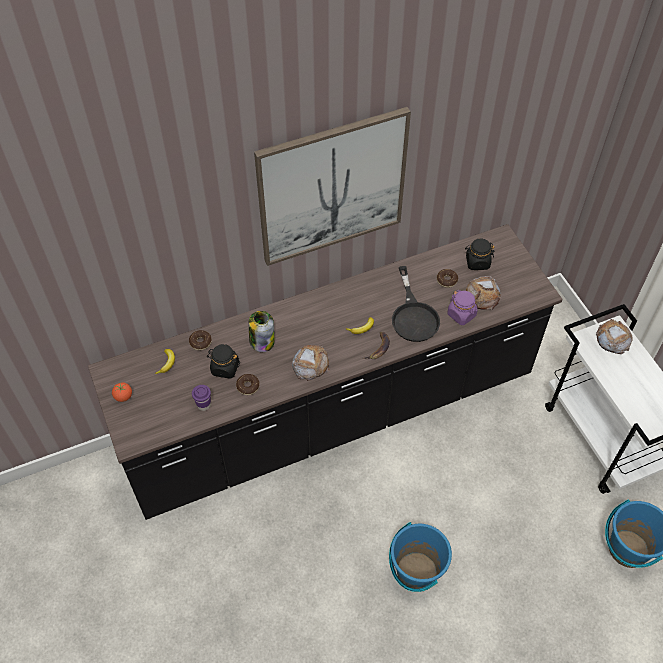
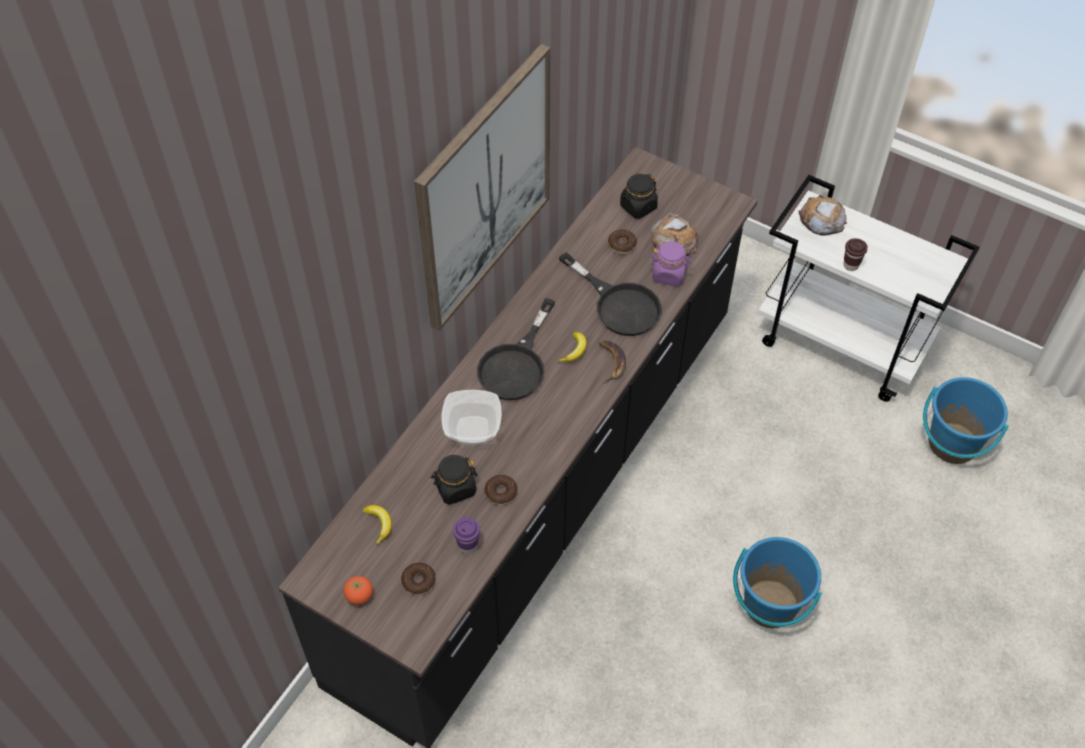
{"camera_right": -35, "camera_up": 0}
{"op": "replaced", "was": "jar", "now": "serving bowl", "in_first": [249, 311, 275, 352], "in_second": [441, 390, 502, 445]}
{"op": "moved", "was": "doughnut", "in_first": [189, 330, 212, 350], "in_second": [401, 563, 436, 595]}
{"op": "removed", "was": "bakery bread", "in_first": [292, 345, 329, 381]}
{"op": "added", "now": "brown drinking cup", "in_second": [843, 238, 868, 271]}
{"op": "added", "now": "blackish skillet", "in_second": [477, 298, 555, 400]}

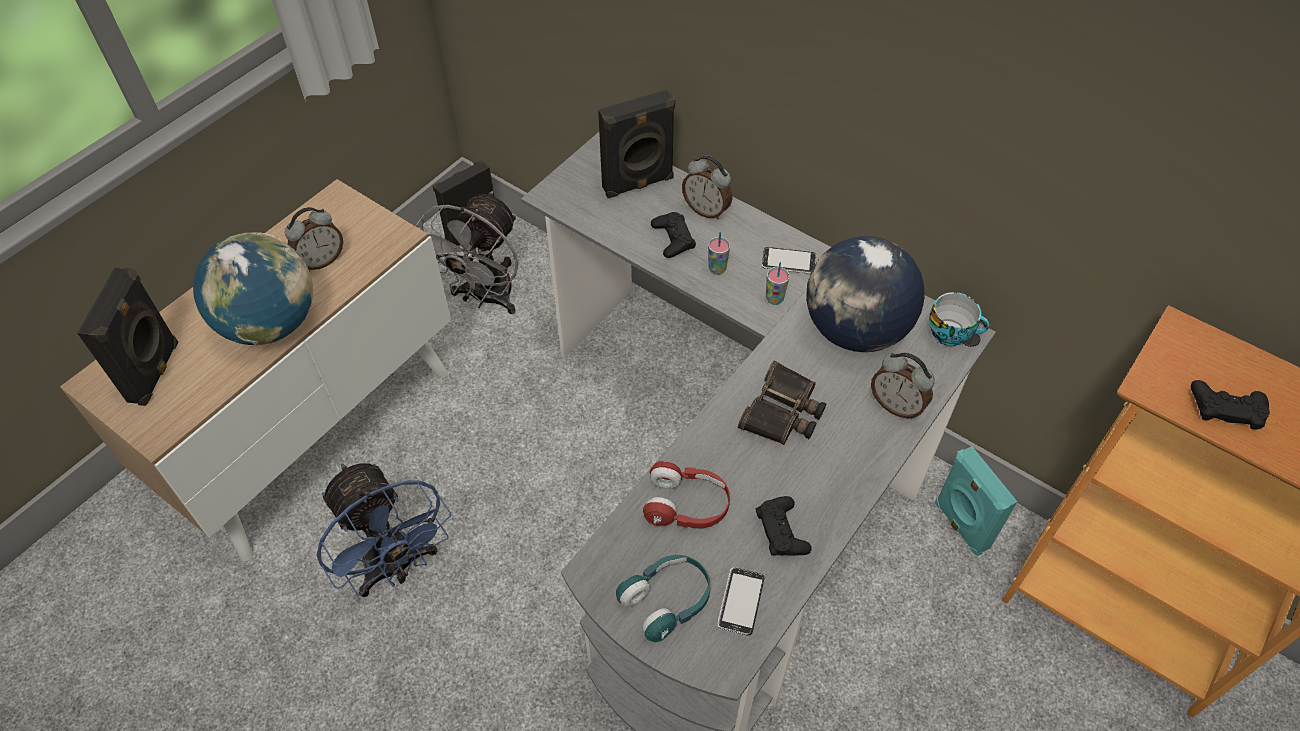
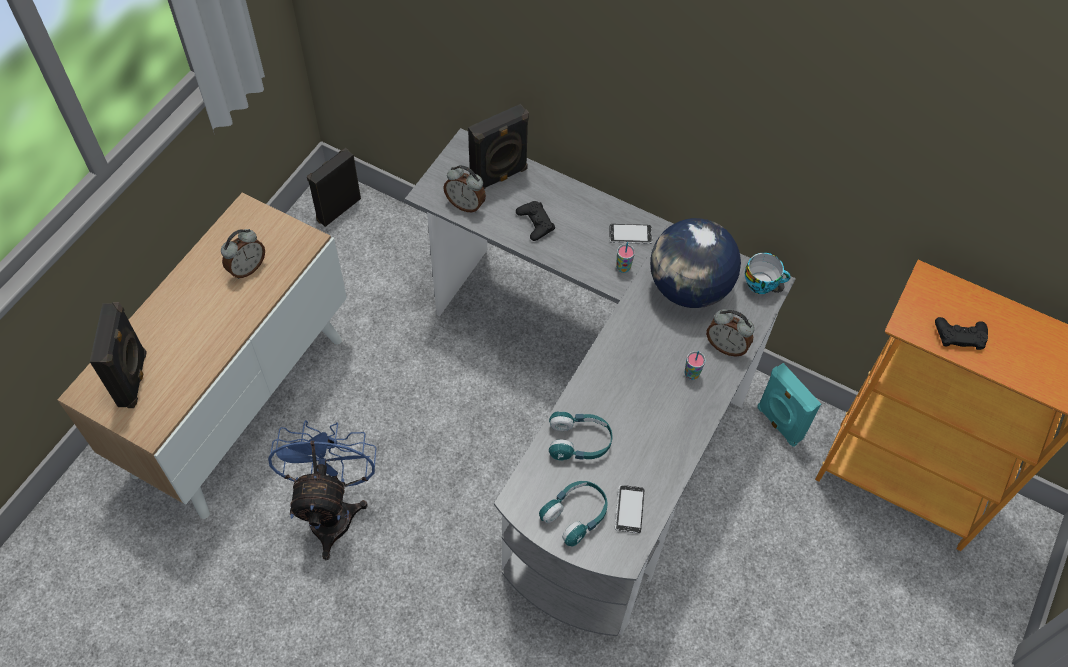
{"camera_right": -10, "camera_up": 5}
{"op": "moved", "was": "alarm clock", "in_first": [682, 155, 732, 220], "in_second": [443, 165, 486, 213]}
{"op": "removed", "was": "grey fan", "in_first": [415, 191, 518, 314]}
{"op": "removed", "was": "desk globe", "in_first": [193, 232, 313, 346]}
{"op": "moved", "was": "drinking cup", "in_first": [708, 232, 730, 275], "in_second": [685, 351, 706, 380]}
{"op": "removed", "was": "binoculars", "in_first": [738, 361, 827, 445]}
{"op": "recoloured", "was": "red-coloured headset", "now": "turquoise-coloured headset", "in_first": [643, 461, 730, 529], "in_second": [549, 411, 612, 461]}
{"op": "turned", "was": "bluish fan", "in_first": [317, 463, 451, 597], "in_second": [268, 420, 376, 560], "clockwise": -135}
{"op": "removed", "was": "blackish game controller", "in_first": [756, 496, 811, 556]}

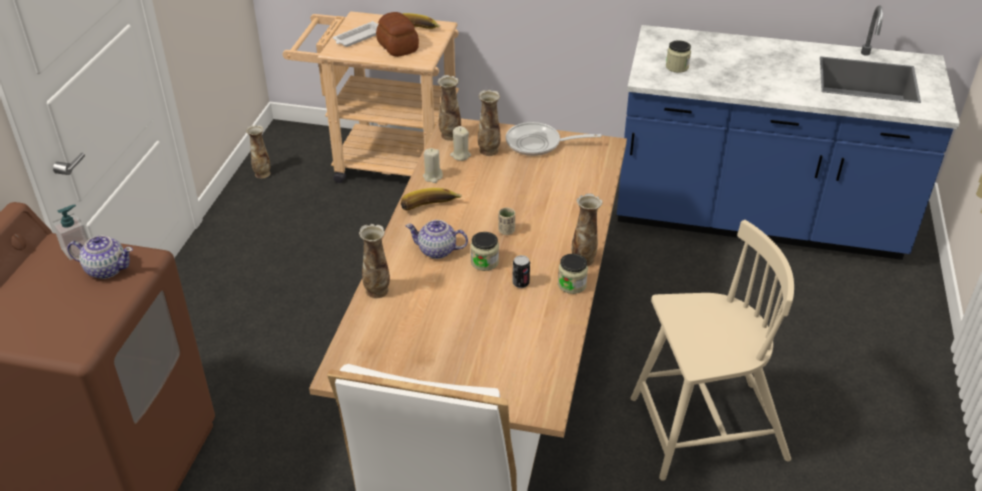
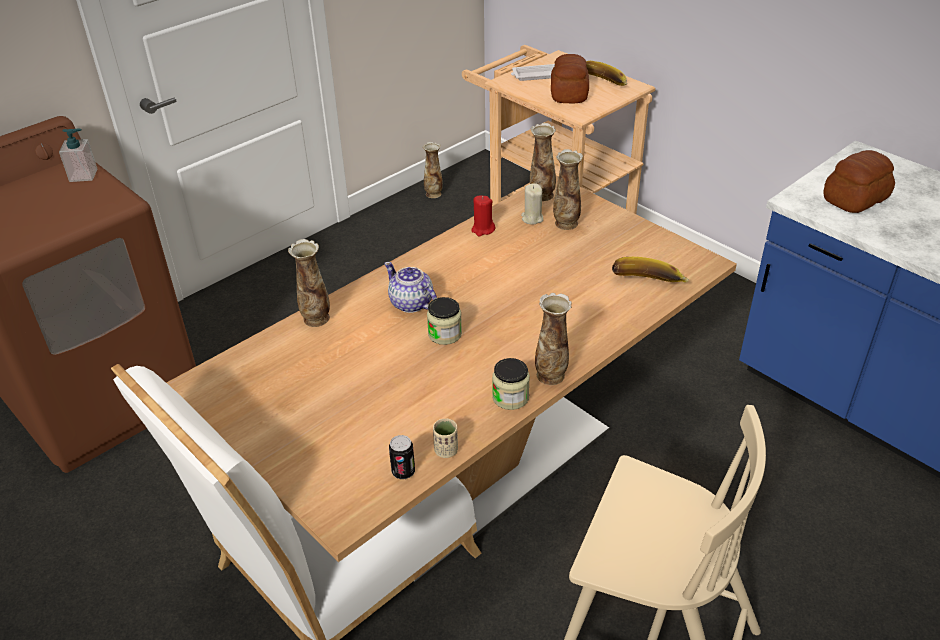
{"camera_right": 35, "camera_up": 0}
{"op": "replaced", "was": "jar", "now": "bakery bread", "in_first": [666, 40, 691, 73], "in_second": [823, 150, 895, 213]}
{"op": "removed", "was": "skillet", "in_first": [506, 122, 601, 156]}
{"op": "recoloured", "was": "sand-coloured candle", "now": "red-coloured candle", "in_first": [423, 148, 443, 183], "in_second": [471, 195, 495, 236]}
{"op": "moved", "was": "whole banana", "in_first": [401, 188, 462, 210], "in_second": [612, 257, 689, 283]}
{"op": "moved", "was": "sand-coloured drinking cup", "in_first": [498, 208, 515, 235], "in_second": [433, 418, 458, 458]}
{"op": "removed", "was": "teapot", "in_first": [68, 236, 133, 279]}
{"op": "moved", "was": "can", "in_first": [512, 255, 530, 288], "in_second": [389, 435, 415, 479]}

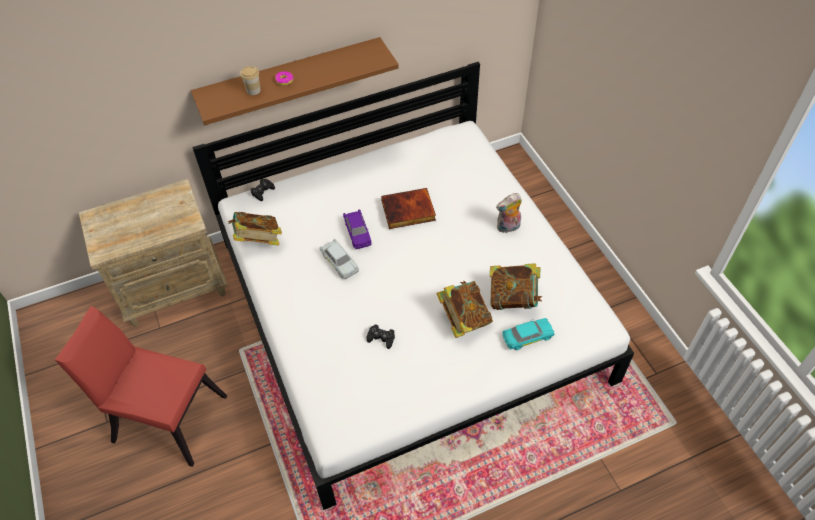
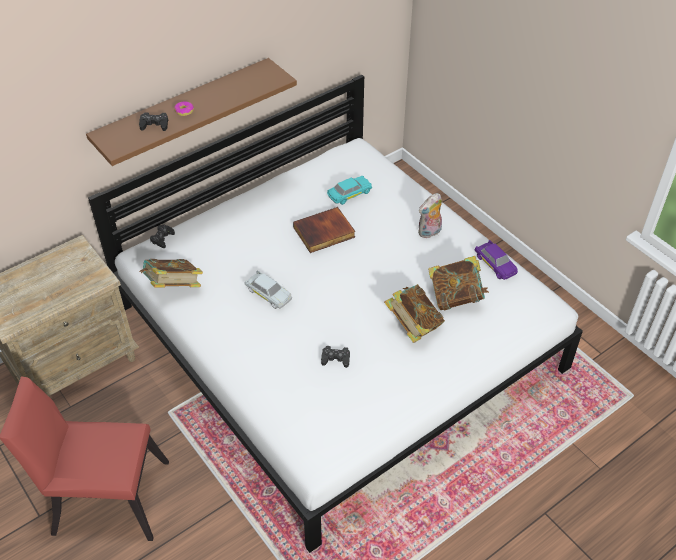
{"camera_right": -15, "camera_up": -5}
{"op": "replaced", "was": "drinking cup", "now": "blackish game controller", "in_first": [240, 66, 261, 95], "in_second": [139, 112, 169, 131]}
{"op": "moved", "was": "purplish model car", "in_first": [343, 210, 372, 249], "in_second": [475, 240, 518, 280]}
{"op": "moved", "was": "turquoise-coloured model car", "in_first": [502, 318, 555, 350], "in_second": [327, 176, 372, 205]}

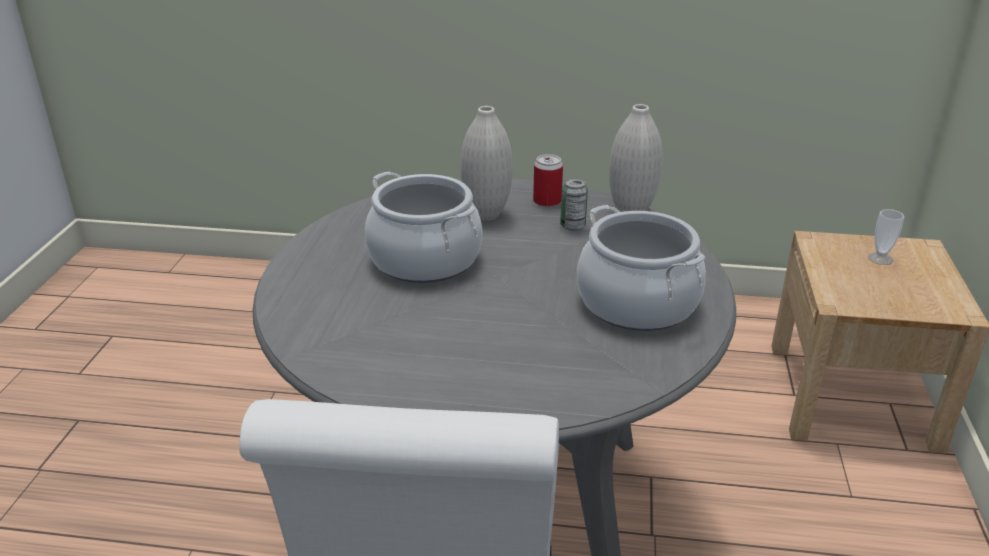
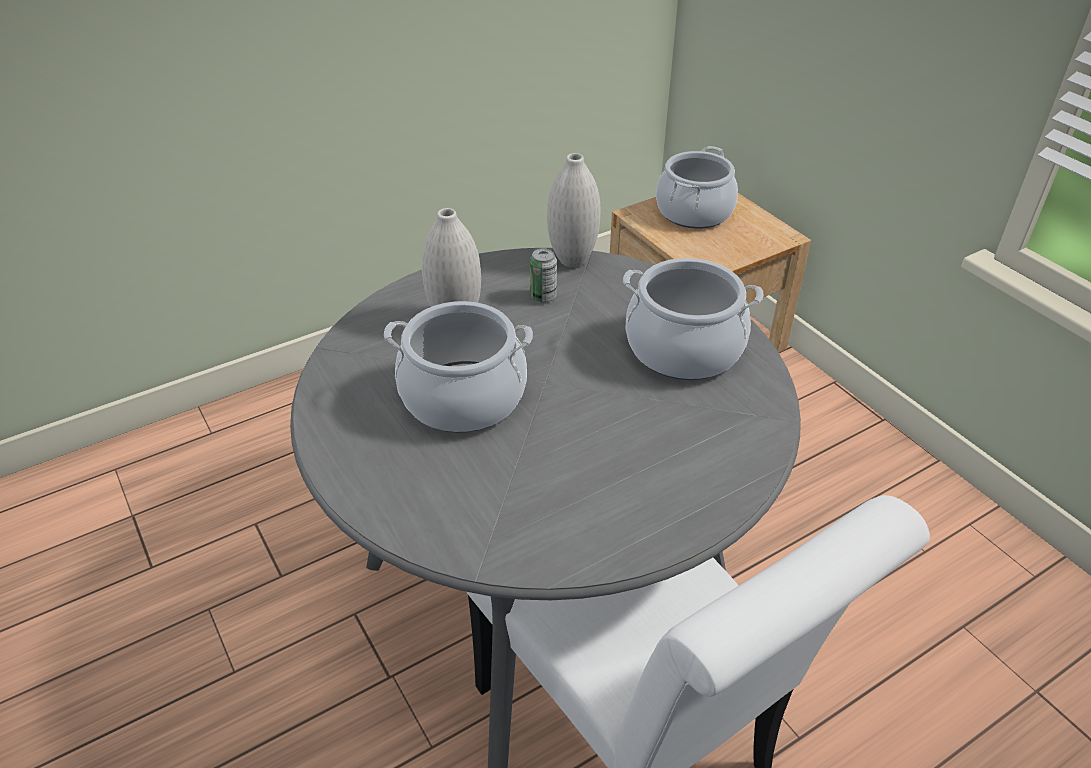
{"camera_right": -40, "camera_up": 10}
{"op": "removed", "was": "can", "in_first": [533, 154, 563, 207]}
{"op": "replaced", "was": "drinking cup", "now": "saucepot", "in_first": [868, 209, 904, 265], "in_second": [656, 146, 738, 228]}

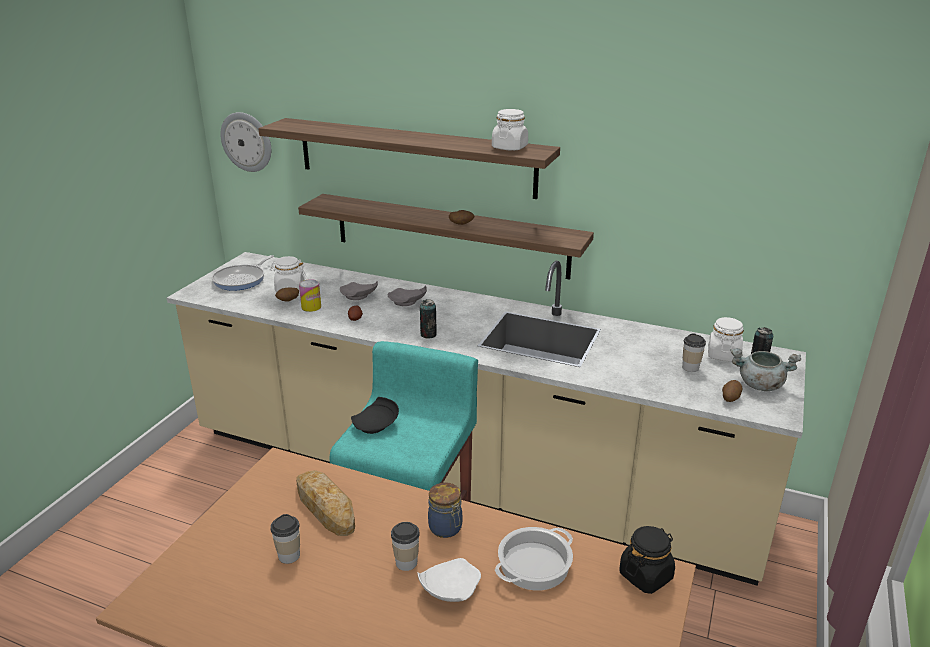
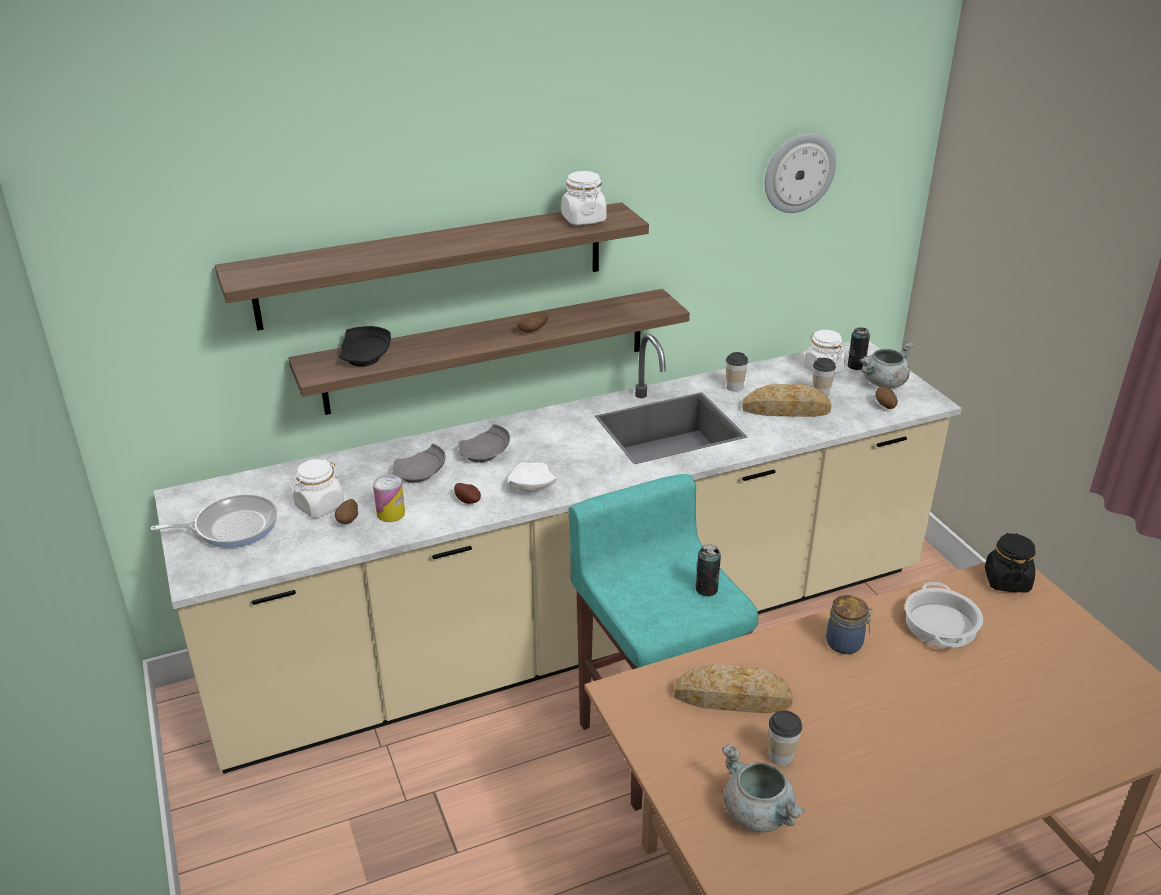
{"camera_right": -45, "camera_up": 5}
{"op": "moved", "was": "clock on the wall", "in_first": [220, 112, 271, 172], "in_second": [765, 133, 836, 213]}
{"op": "turned", "was": "skillet", "in_first": [212, 255, 274, 291], "in_second": [150, 494, 277, 548], "clockwise": -90}
{"op": "moved", "was": "can", "in_first": [420, 299, 437, 339], "in_second": [696, 544, 721, 596]}
{"op": "moved", "was": "blackish flat dish", "in_first": [351, 397, 399, 434], "in_second": [339, 326, 391, 366]}
{"op": "moved", "was": "drinking cup", "in_first": [391, 522, 420, 571], "in_second": [726, 352, 748, 392]}
{"op": "moved", "was": "white flat dish", "in_first": [418, 558, 481, 602], "in_second": [507, 462, 557, 492]}
{"op": "added", "now": "bakery bread", "in_second": [742, 384, 831, 417]}
{"op": "added", "now": "grey saucepot", "in_second": [722, 744, 805, 832]}

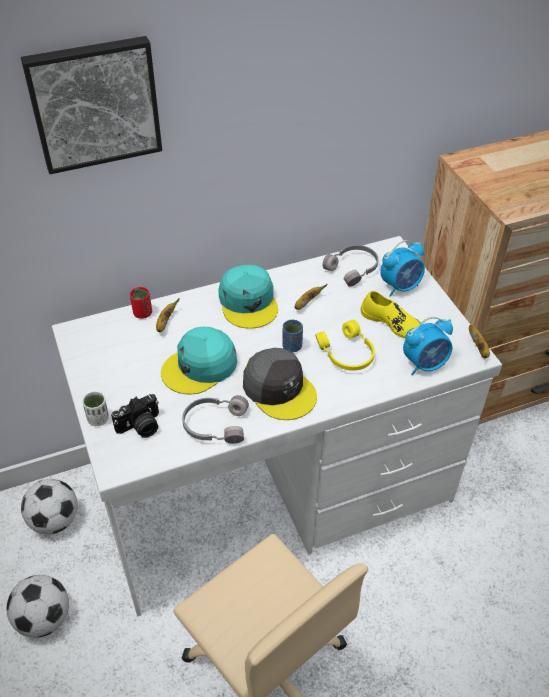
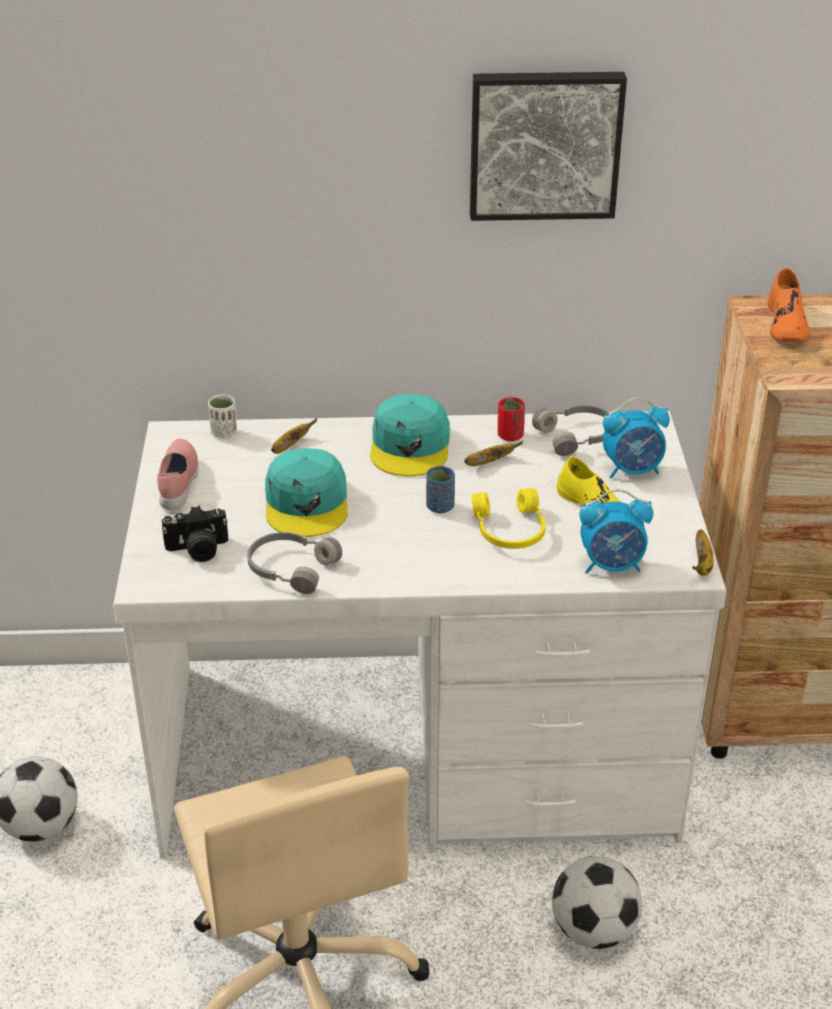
{"camera_right": 20, "camera_up": -10}
{"op": "moved", "was": "wall picture", "in_first": [21, 36, 162, 174], "in_second": [470, 72, 627, 221]}
{"op": "moved", "was": "red-coloured drinking cup", "in_first": [130, 287, 152, 319], "in_second": [498, 397, 525, 441]}
{"op": "turned", "was": "turquoise-coloured baseball cap", "in_first": [161, 327, 237, 394], "in_second": [265, 448, 348, 537], "clockwise": -75}
{"op": "removed", "was": "grey baseball cap", "in_first": [243, 348, 317, 420]}
{"op": "moved", "was": "white drinking cup", "in_first": [82, 391, 109, 426], "in_second": [208, 394, 237, 439]}
{"op": "moved", "was": "football ball", "in_first": [21, 479, 78, 534], "in_second": [552, 856, 642, 949]}
{"op": "added", "now": "orange low shoe", "in_second": [767, 268, 810, 341]}
{"op": "added", "now": "pinkish low shoe", "in_second": [157, 439, 199, 510]}

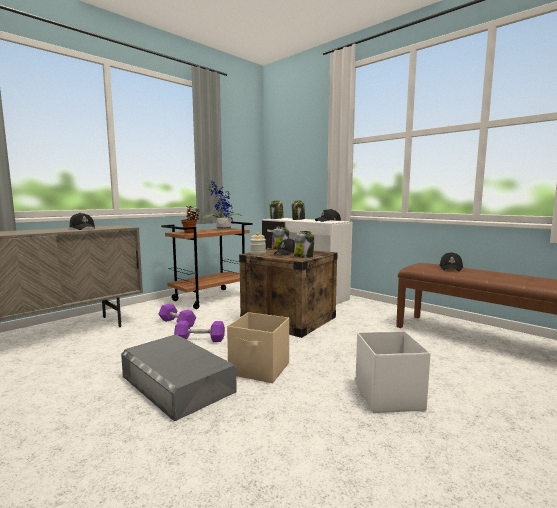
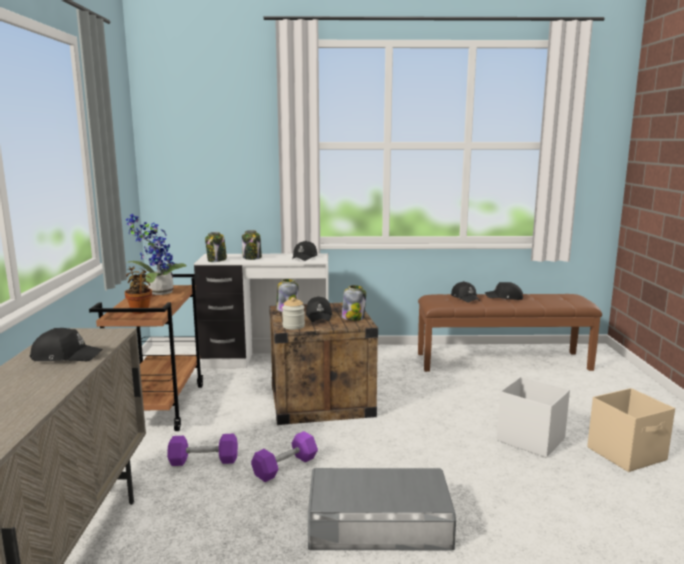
{"camera_right": -45, "camera_up": 5}
{"op": "moved", "was": "sand-coloured storage bin", "in_first": [227, 312, 289, 383], "in_second": [587, 388, 675, 472]}
{"op": "added", "now": "blackish baseball cap", "in_second": [485, 282, 523, 300]}

